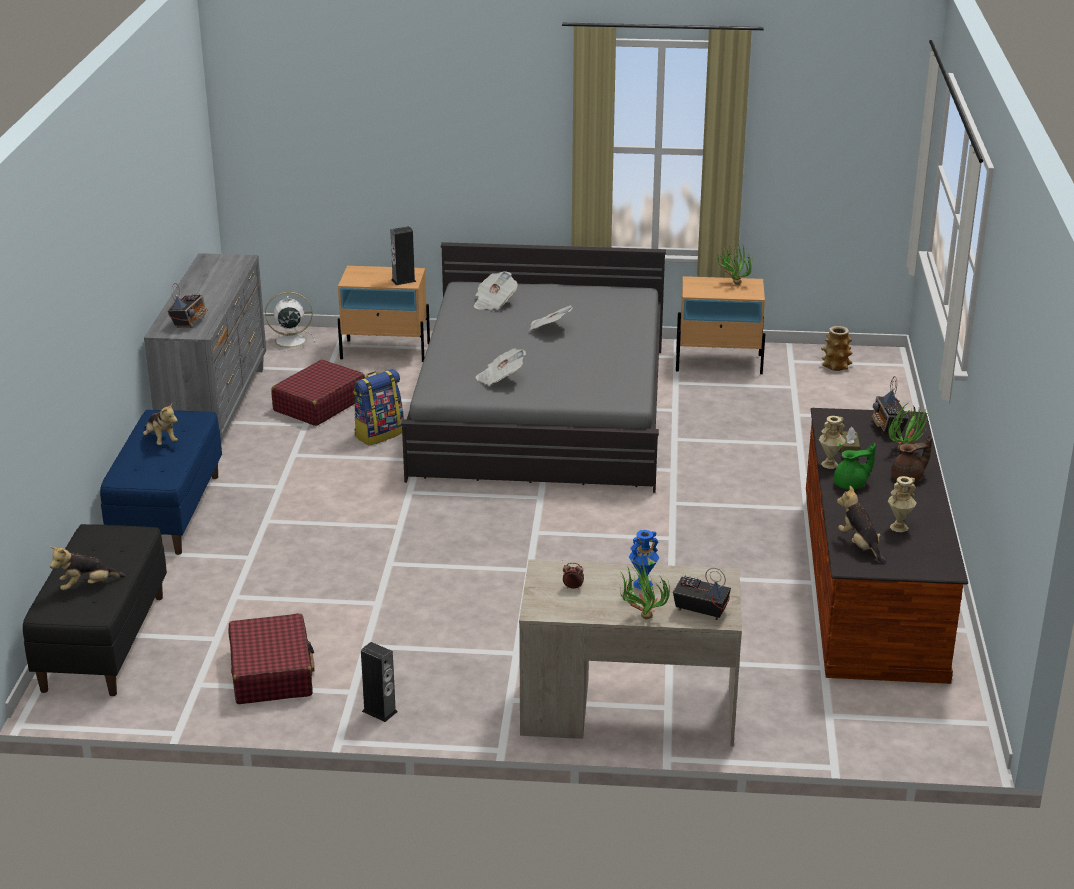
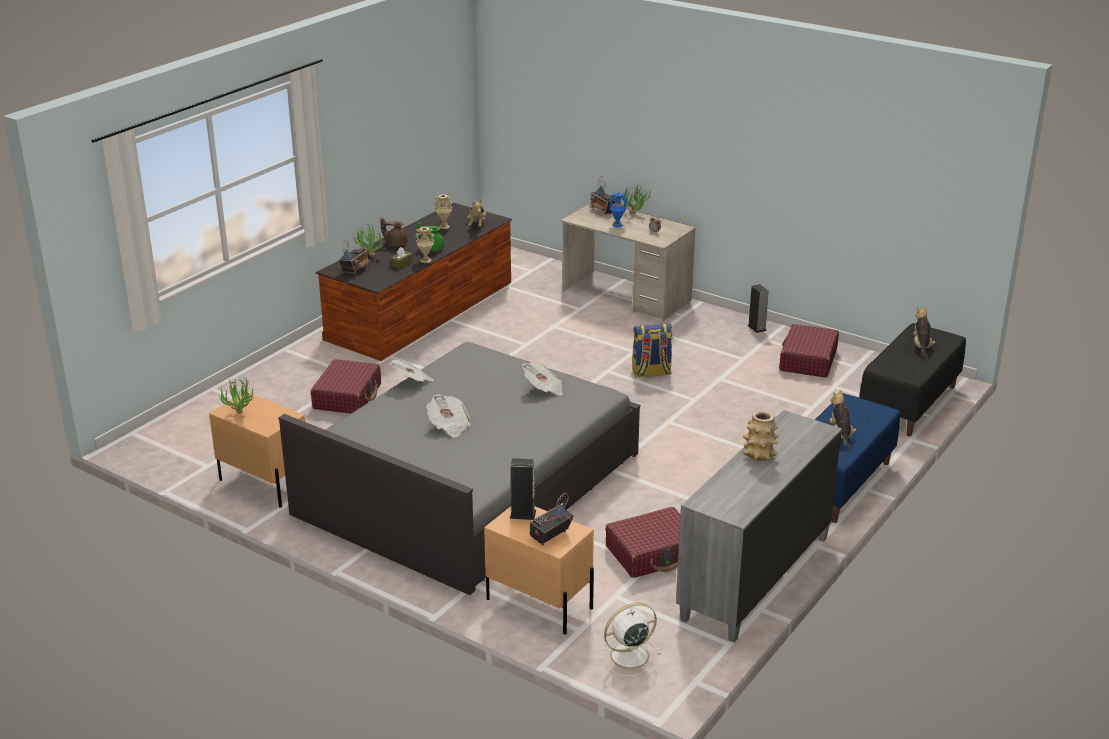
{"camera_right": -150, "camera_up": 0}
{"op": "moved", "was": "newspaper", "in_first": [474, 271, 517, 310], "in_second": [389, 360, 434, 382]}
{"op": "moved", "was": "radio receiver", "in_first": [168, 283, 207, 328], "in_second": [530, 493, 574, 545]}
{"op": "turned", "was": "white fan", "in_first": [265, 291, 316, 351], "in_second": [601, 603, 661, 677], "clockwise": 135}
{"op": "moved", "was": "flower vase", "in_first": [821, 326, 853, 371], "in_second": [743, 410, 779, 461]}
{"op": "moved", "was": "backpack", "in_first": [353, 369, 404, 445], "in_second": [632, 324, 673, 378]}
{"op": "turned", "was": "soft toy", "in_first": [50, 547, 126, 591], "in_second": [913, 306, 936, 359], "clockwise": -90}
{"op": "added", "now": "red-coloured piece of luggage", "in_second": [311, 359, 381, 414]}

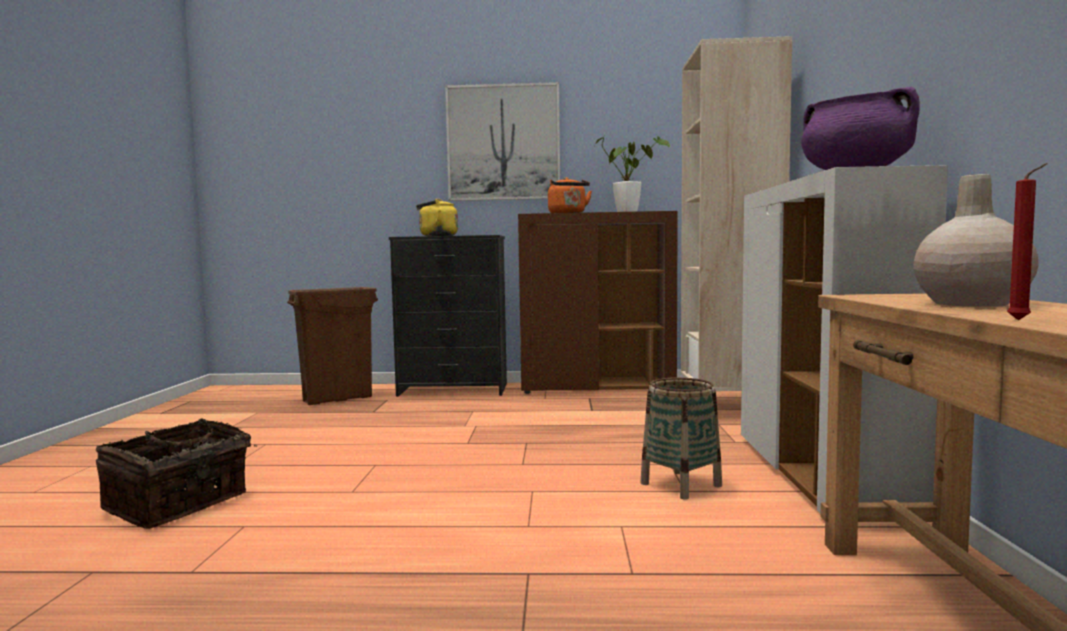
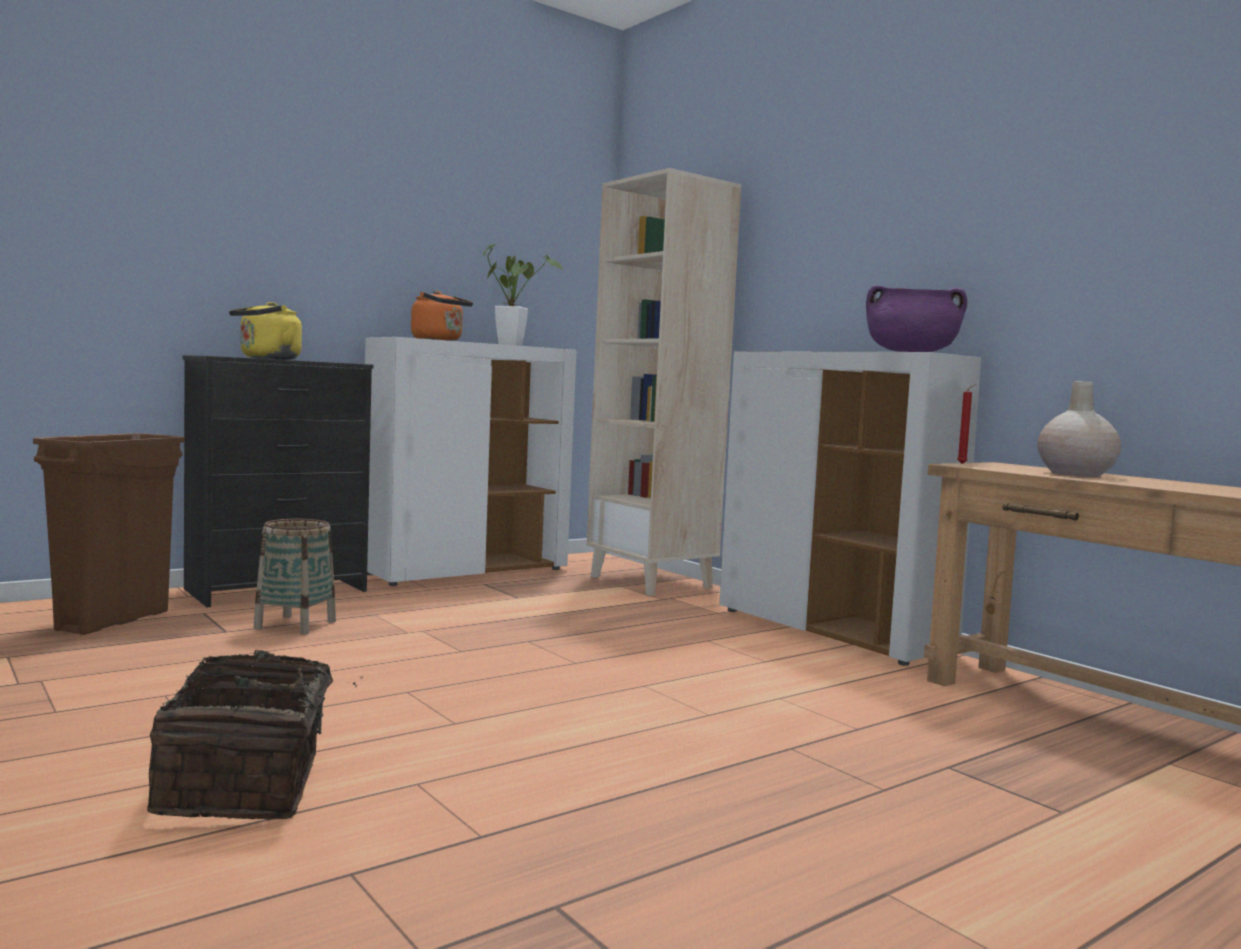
{"camera_right": -40, "camera_up": 0}
{"op": "removed", "was": "wall picture", "in_first": [445, 82, 560, 201]}
{"op": "moved", "was": "red-coloured candle", "in_first": [1007, 163, 1047, 320], "in_second": [957, 384, 976, 464]}
{"op": "recoloured", "was": "brown cabinet", "now": "white cabinet", "in_first": [518, 211, 678, 394], "in_second": [365, 337, 576, 586]}
{"op": "moved", "was": "storage basket", "in_first": [641, 377, 722, 500], "in_second": [253, 519, 336, 635]}

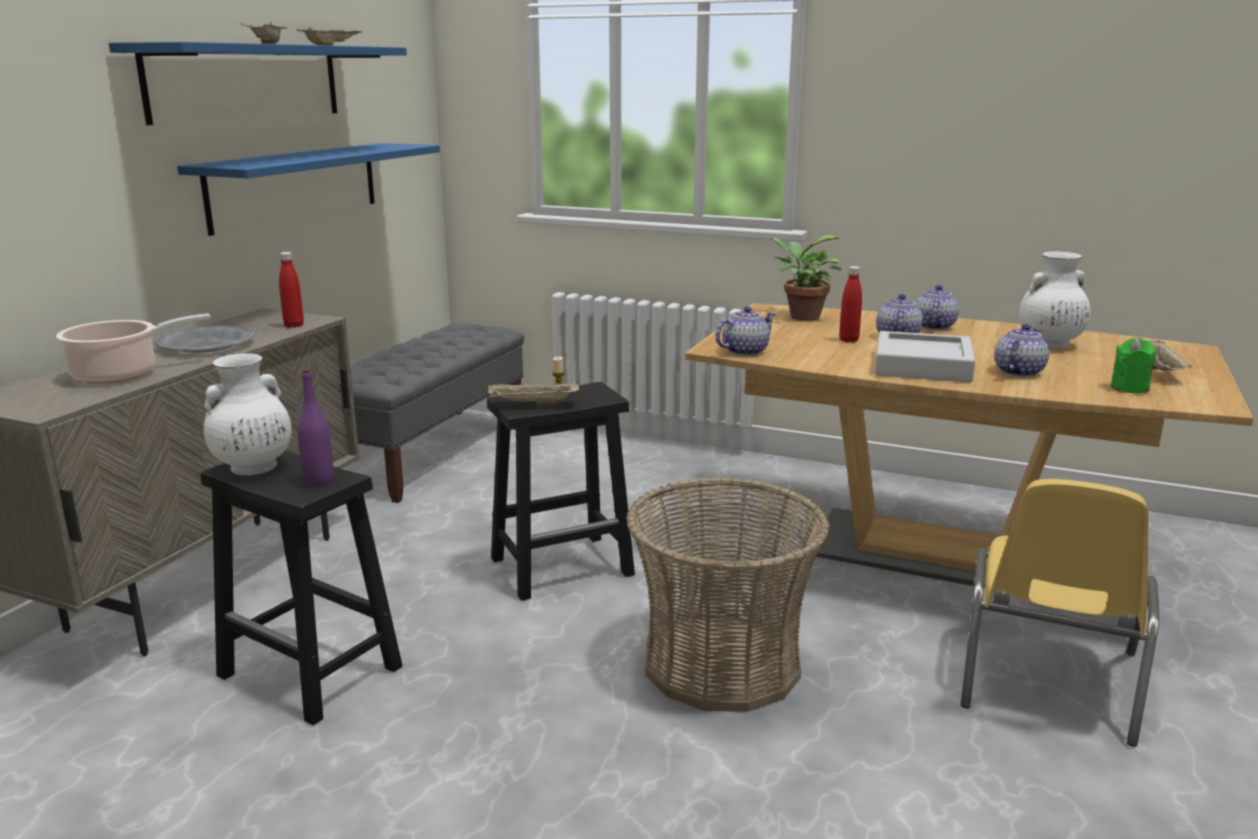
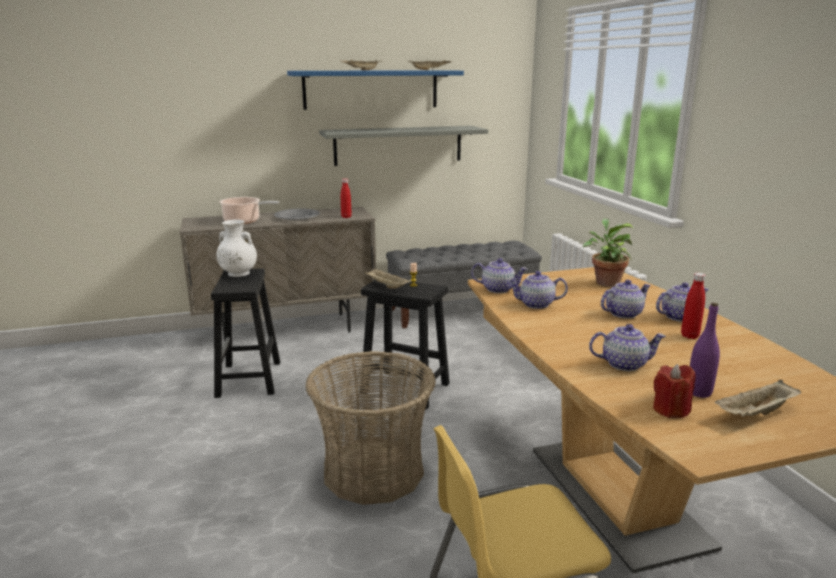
{"camera_right": 50, "camera_up": 0}
{"op": "recoloured", "was": "bluish bracket shelf", "now": "grey bracket shelf", "in_first": [177, 143, 440, 236], "in_second": [319, 126, 488, 166]}
{"op": "removed", "was": "white flower vase", "in_first": [1019, 252, 1090, 349]}
{"op": "moved", "was": "red-coloured bottle", "in_first": [839, 266, 862, 342], "in_second": [681, 273, 706, 339]}
{"op": "removed", "was": "grey carrying tray", "in_first": [875, 331, 975, 383]}
{"op": "recoloured", "was": "green candle", "now": "red-coloured candle", "in_first": [1111, 338, 1156, 393], "in_second": [653, 364, 695, 418]}
{"op": "moved", "was": "purplish bottle", "in_first": [298, 369, 334, 485], "in_second": [690, 303, 720, 398]}
{"op": "added", "now": "teapot", "in_second": [508, 271, 568, 309]}

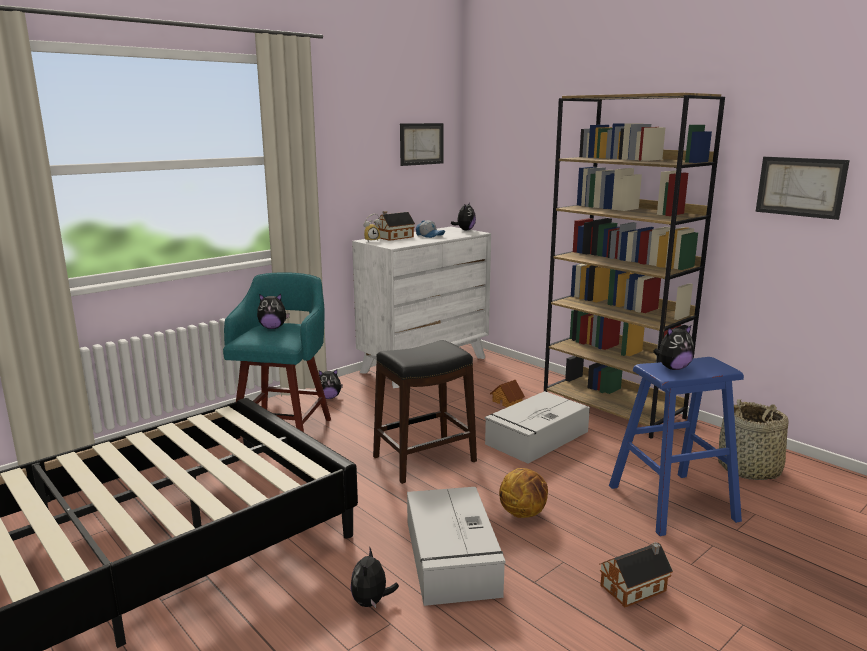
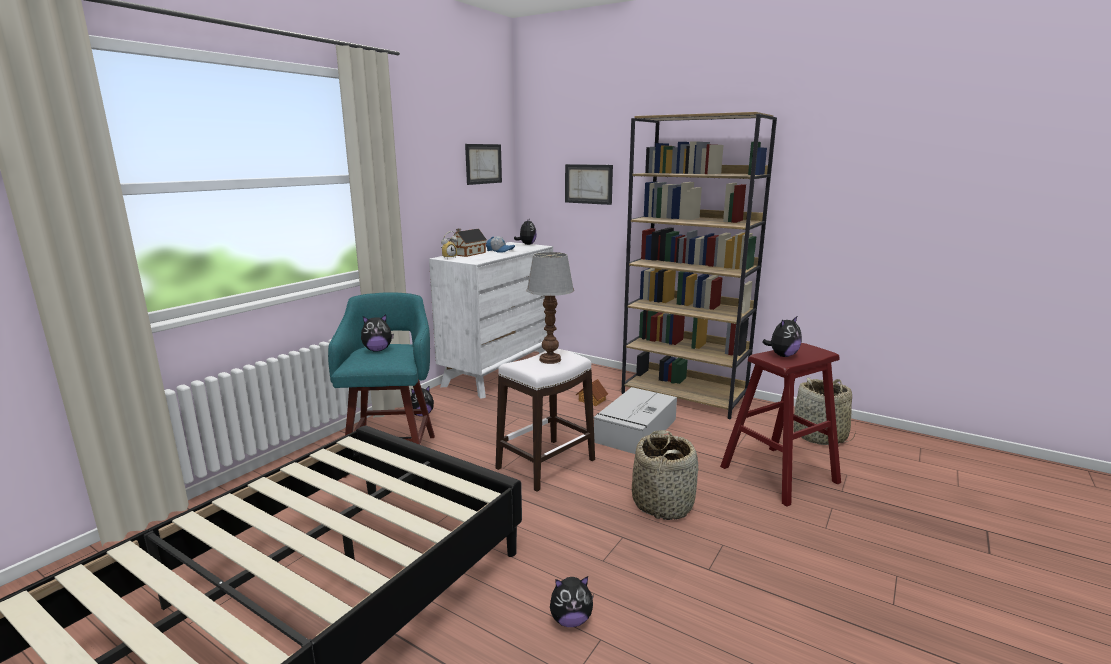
{"camera_right": -15, "camera_up": 0}
{"op": "moved", "was": "wall picture", "in_first": [756, 157, 850, 220], "in_second": [565, 164, 613, 205]}
{"op": "recoloured", "was": "blackish sitting stool", "now": "white sitting stool", "in_first": [373, 340, 477, 484], "in_second": [496, 348, 595, 492]}
{"op": "recoloured", "was": "bluish sitting stool", "now": "red-coloured sitting stool", "in_first": [609, 357, 744, 536], "in_second": [720, 343, 841, 507]}
{"op": "replaced", "was": "basketball", "now": "storage basket", "in_first": [499, 468, 548, 518], "in_second": [632, 430, 699, 520]}
{"op": "removed", "was": "grey storage bin", "in_first": [407, 487, 506, 606]}
{"op": "removed", "was": "miniature house", "in_first": [599, 542, 673, 608]}
{"op": "turned", "was": "soft toy", "in_first": [350, 548, 399, 608], "in_second": [550, 576, 594, 627], "clockwise": -90}
{"op": "added", "now": "table lamp", "in_second": [526, 252, 574, 364]}

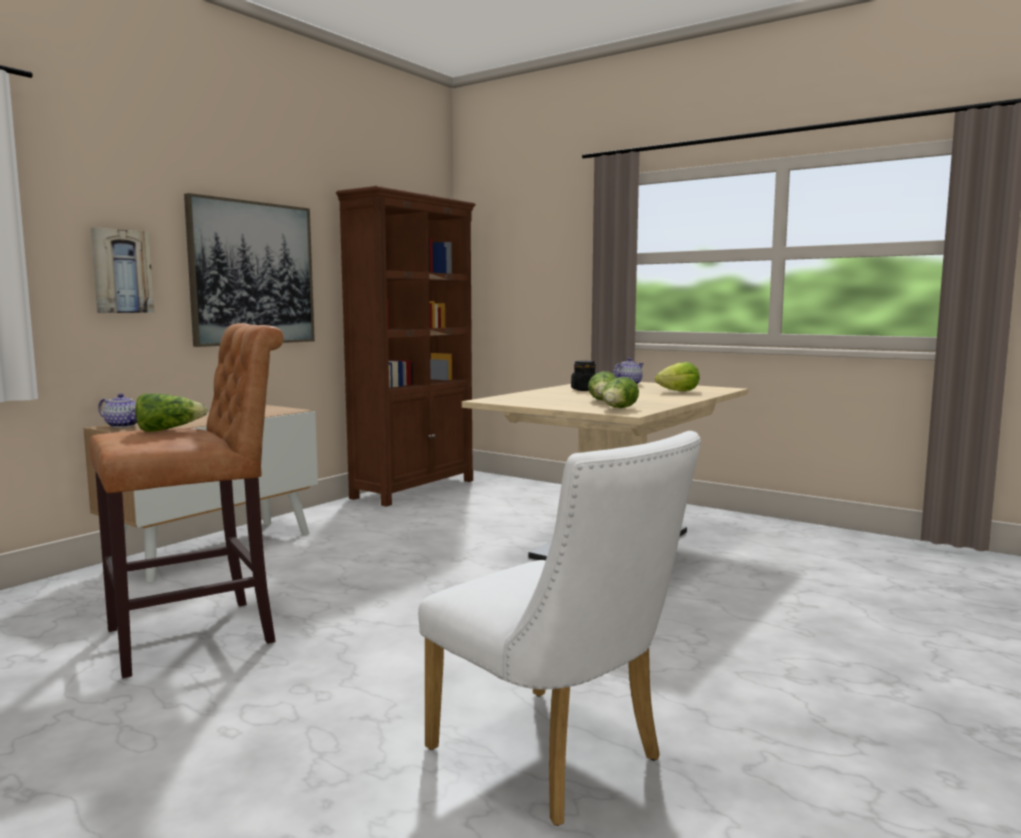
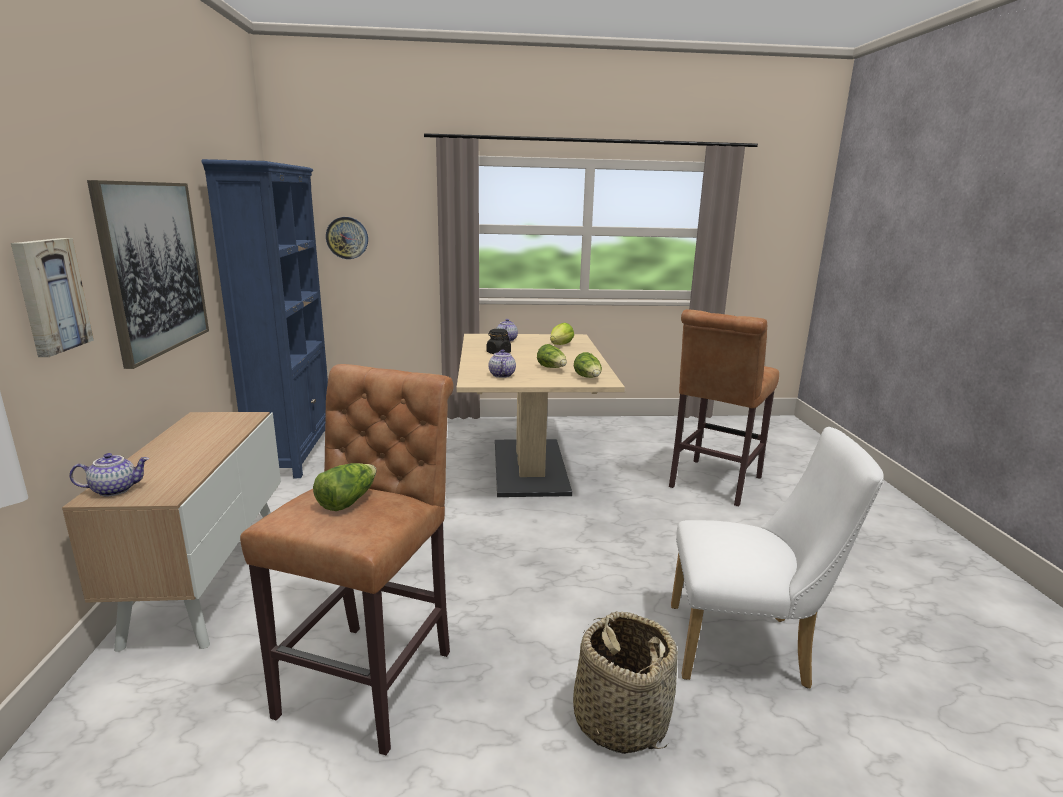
{"camera_right": -40, "camera_up": 10}
{"op": "recoloured", "was": "brown bookcase", "now": "bluish bookcase", "in_first": [336, 186, 476, 507], "in_second": [202, 159, 328, 478]}
{"op": "added", "now": "clock on the wall", "in_second": [326, 217, 368, 259]}
{"op": "added", "now": "brown sitting stool", "in_second": [669, 309, 779, 507]}
{"op": "added", "now": "teapot", "in_second": [488, 349, 516, 378]}
{"op": "added", "now": "storage basket", "in_second": [573, 611, 678, 754]}

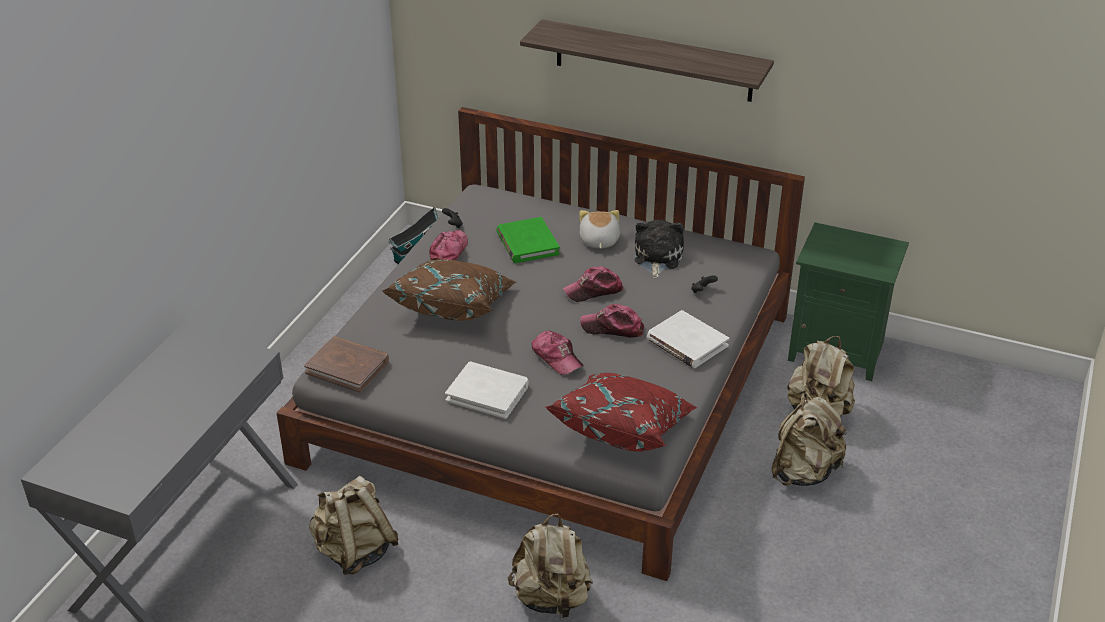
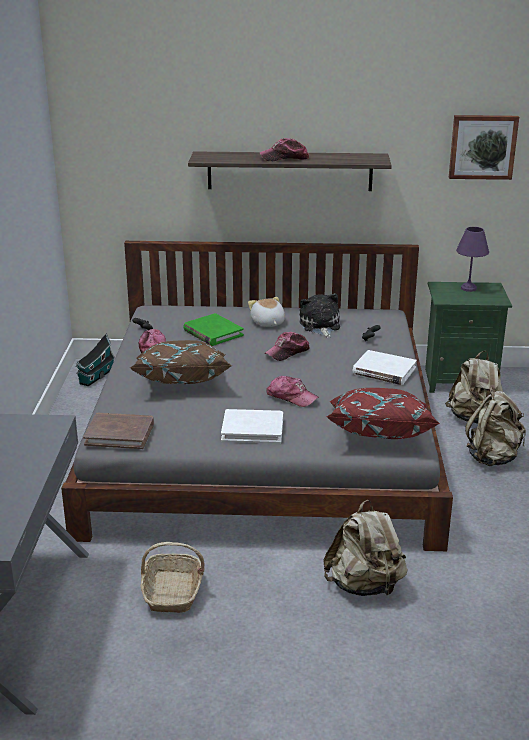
{"camera_right": -20, "camera_up": -10}
{"op": "moved", "was": "baseball cap", "in_first": [580, 304, 644, 338], "in_second": [259, 138, 309, 161]}
{"op": "replaced", "was": "sand-coloured backpack", "now": "storage basket", "in_first": [309, 476, 398, 575], "in_second": [141, 542, 205, 613]}
{"op": "added", "now": "wall picture", "in_second": [449, 115, 519, 180]}
{"op": "added", "now": "purplish table lamp", "in_second": [456, 227, 489, 292]}

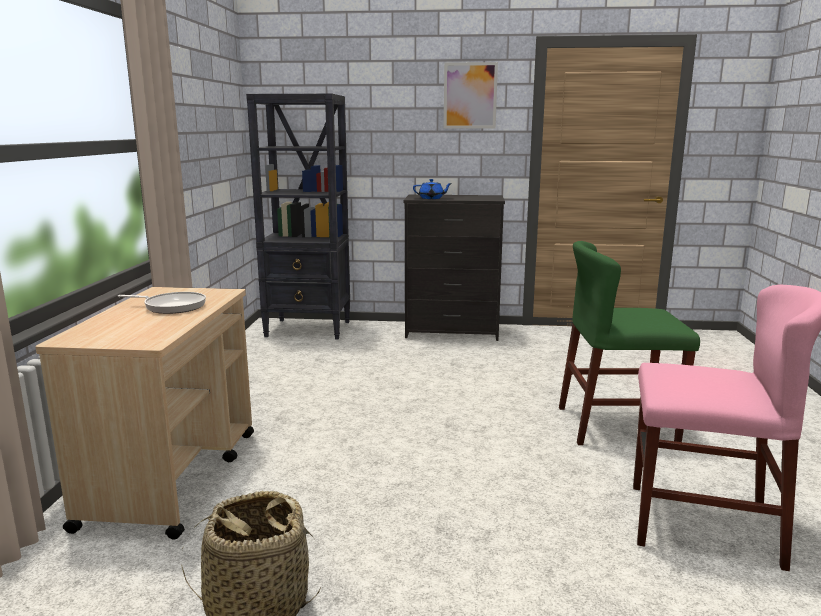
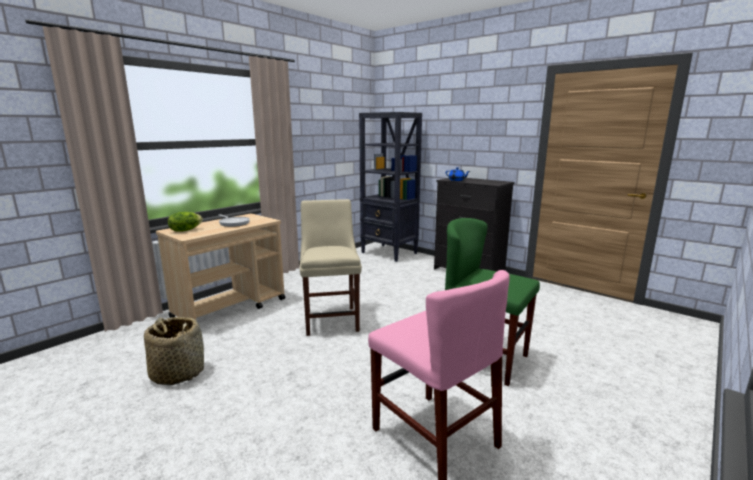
{"camera_right": 35, "camera_up": 0}
{"op": "removed", "was": "wall picture", "in_first": [444, 62, 498, 129]}
{"op": "added", "now": "sand-coloured chair", "in_second": [300, 199, 362, 336]}
{"op": "added", "now": "lettuce head", "in_second": [168, 212, 203, 232]}

